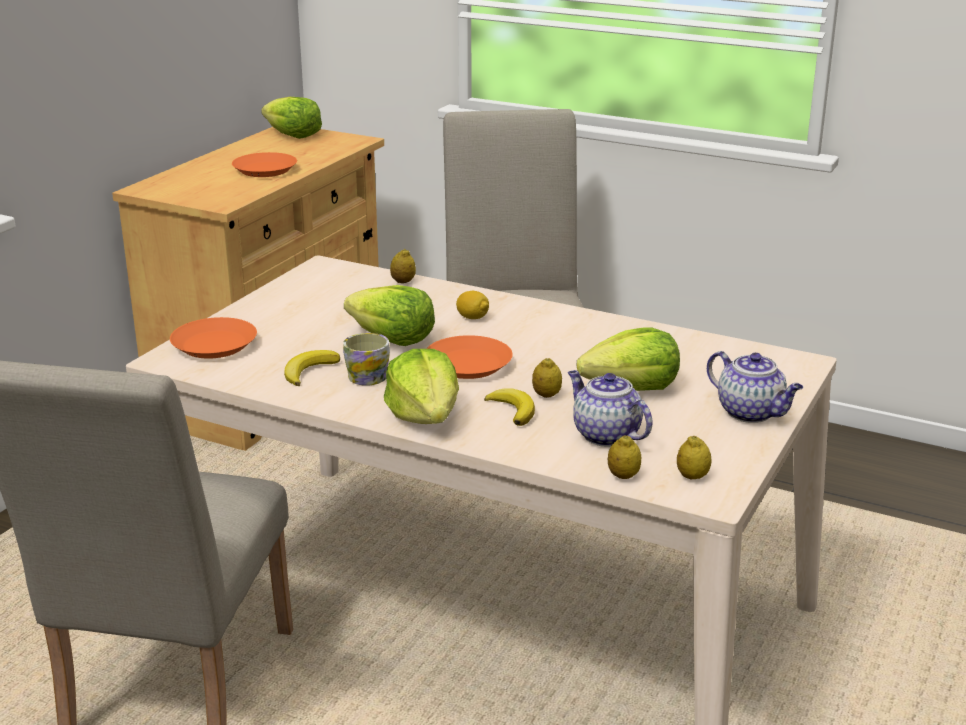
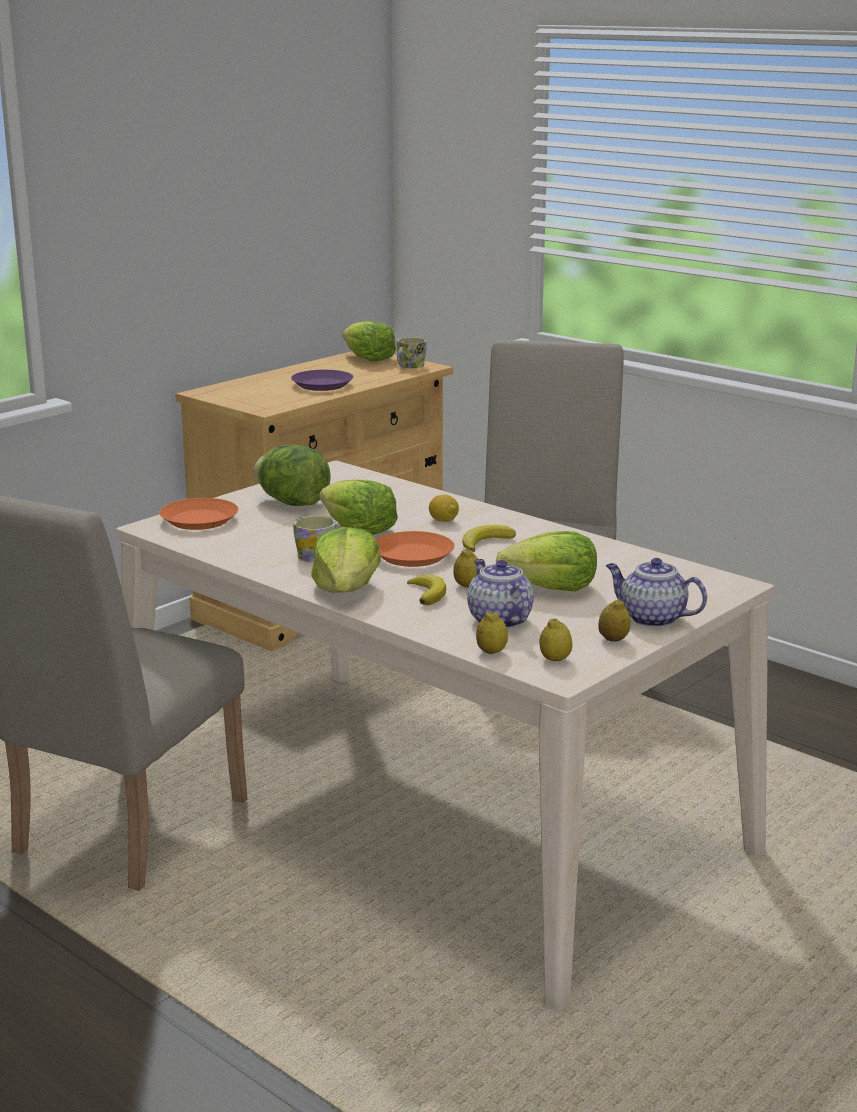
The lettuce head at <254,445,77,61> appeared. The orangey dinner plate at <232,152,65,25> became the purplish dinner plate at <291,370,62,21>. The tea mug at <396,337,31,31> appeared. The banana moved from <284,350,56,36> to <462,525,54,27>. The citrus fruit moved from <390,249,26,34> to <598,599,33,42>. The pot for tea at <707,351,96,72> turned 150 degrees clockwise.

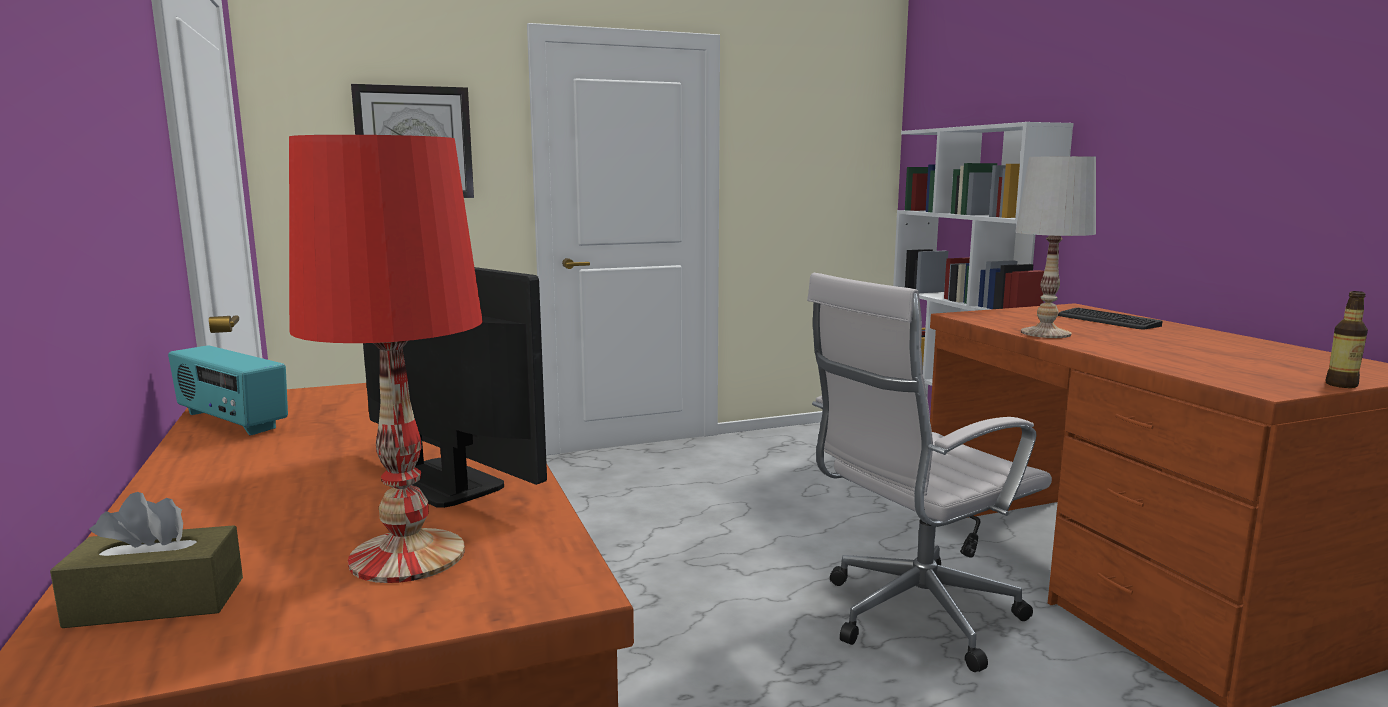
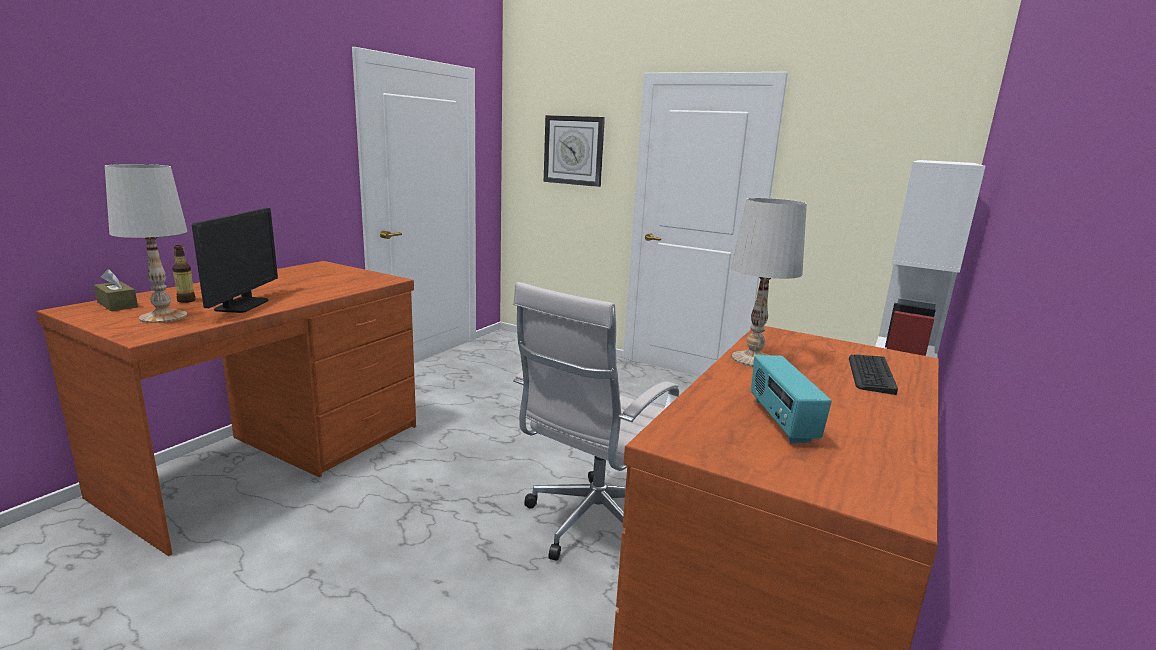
The red table lamp at <289,135,194,448> became the whitish table lamp at <105,164,82,159>. The drink bottle moved from <1325,291,43,97> to <172,245,24,58>. The whitish office chair at <807,273,245,399> turned 75 degrees counterclockwise. The radio moved from <168,345,120,91> to <751,355,81,89>.

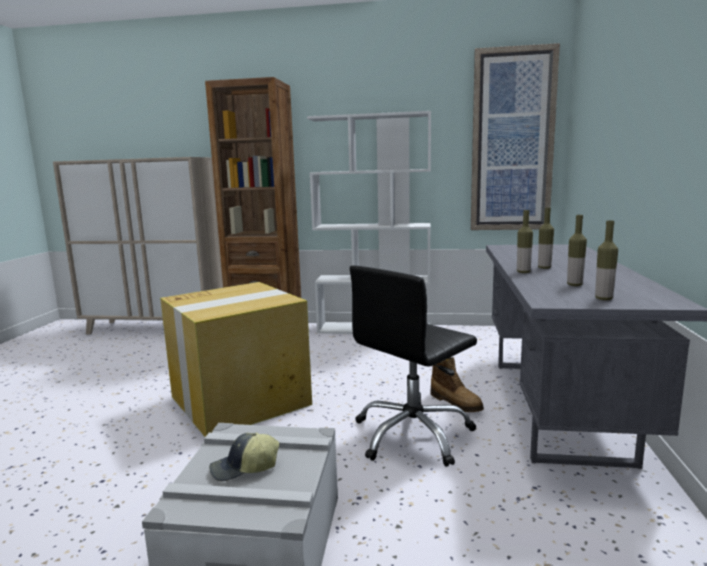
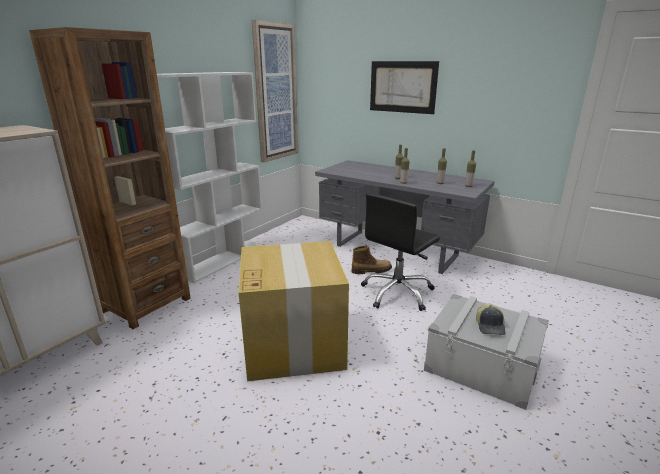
The black-coloured office chair at <350,265,127,202> turned 60 degrees clockwise. The wall art at <370,61,69,53> appeared.

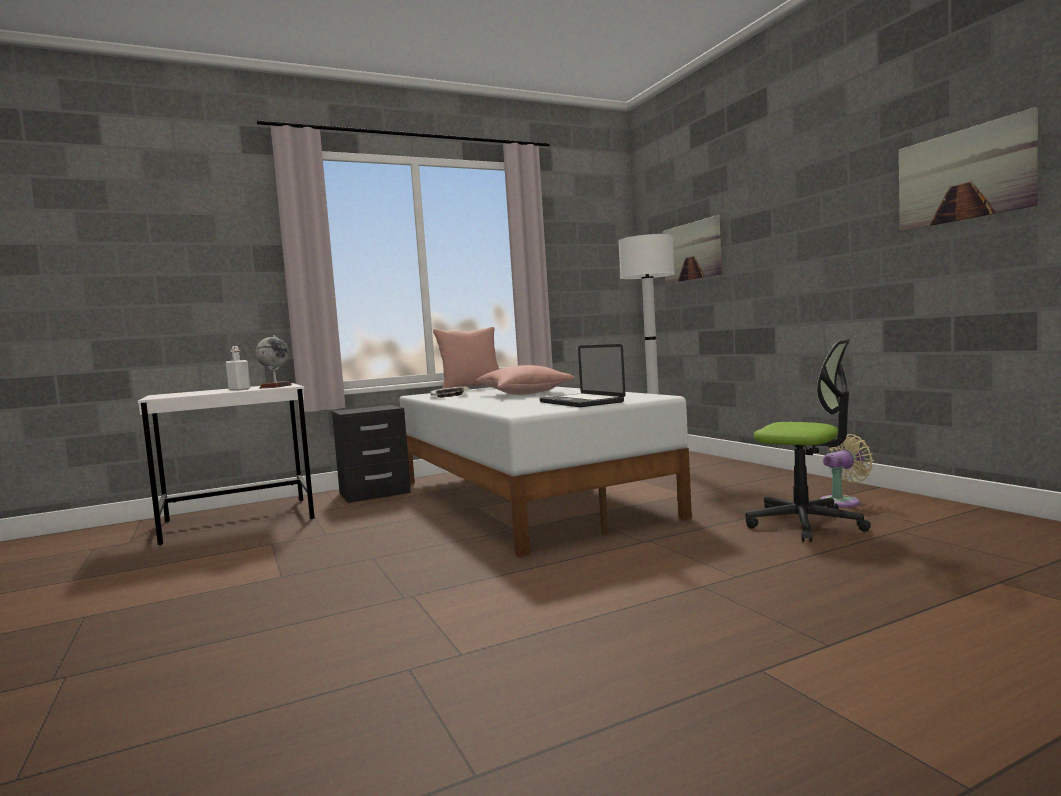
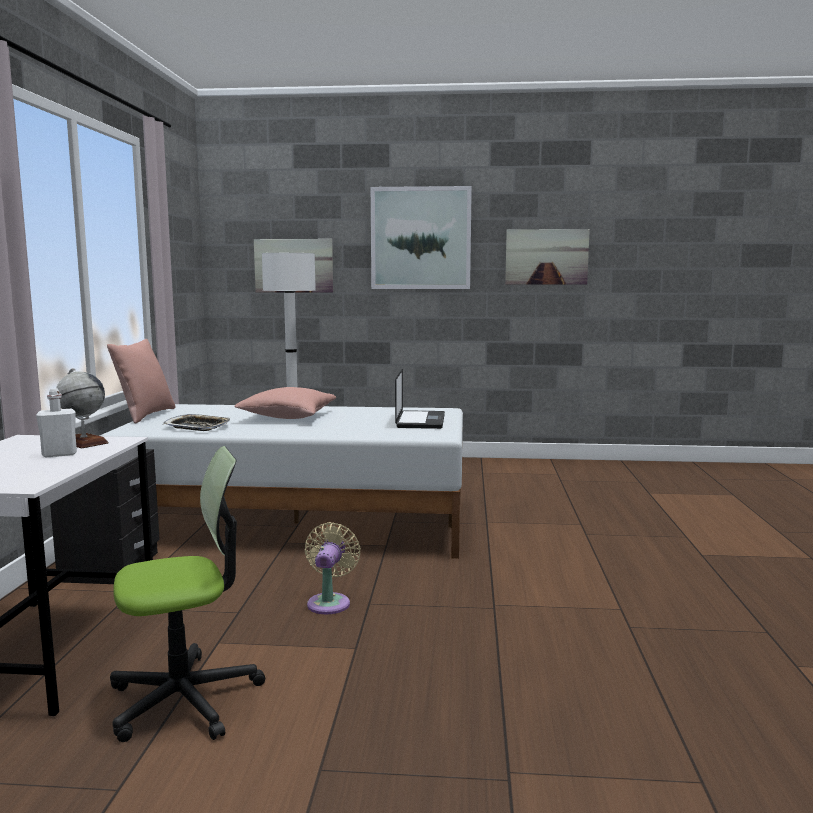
The office chair moved from <745,339,126,203> to <110,446,155,296>. The beige electric fan moved from <820,434,54,73> to <305,522,56,92>. The wall art at <371,186,101,103> appeared. The portable computer at <540,344,85,63> turned 90 degrees counterclockwise.

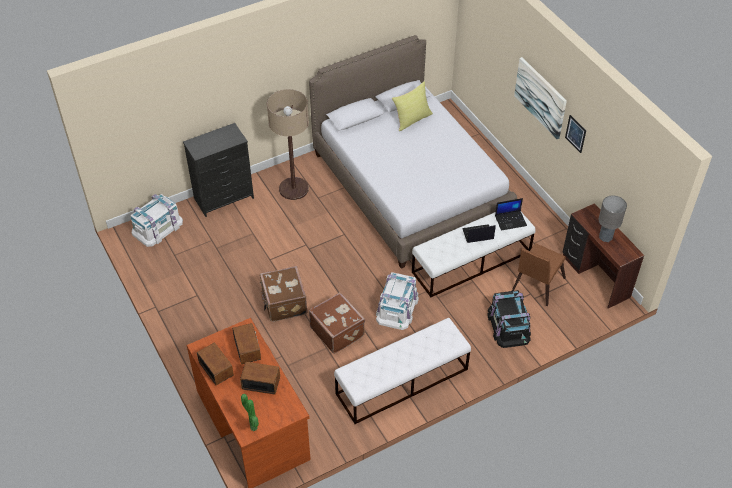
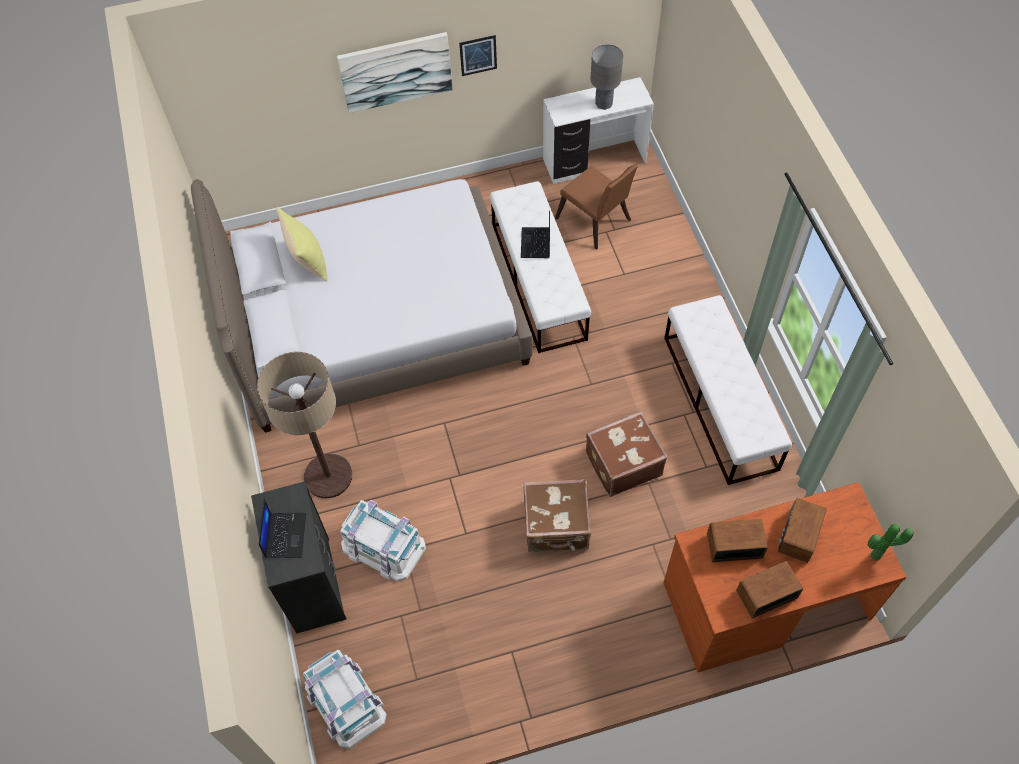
The portable computer moved from <495,198,32,33> to <259,499,47,59>. The whitish storage bin moved from <376,272,43,58> to <340,500,86,82>. The brown-coloured desk table at <563,203,81,106> became the whitish desk table at <543,77,111,107>. The black-coloured storage bin at <487,290,44,58> disappeared.

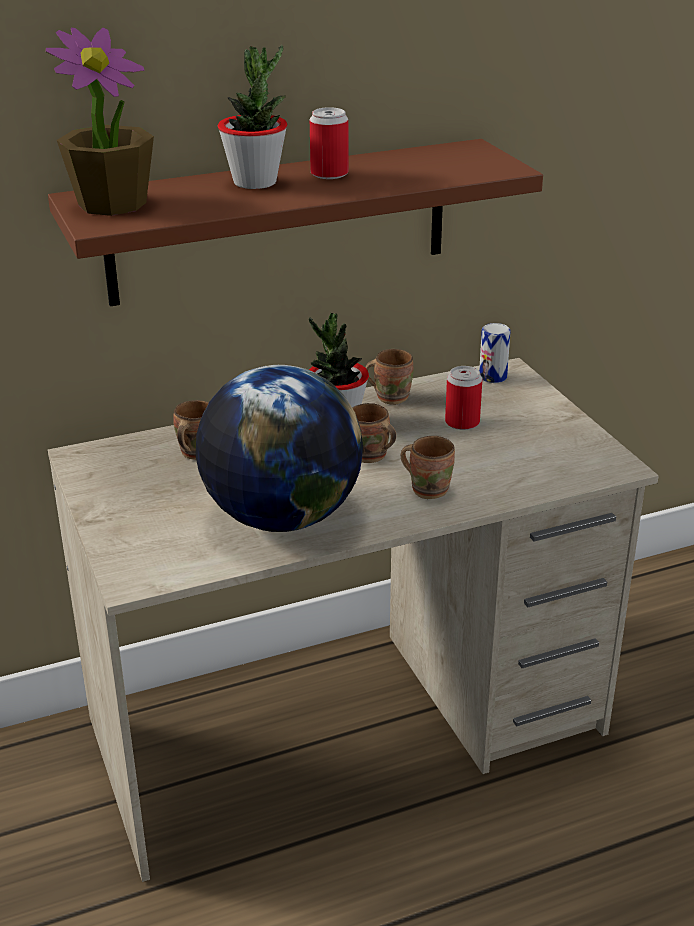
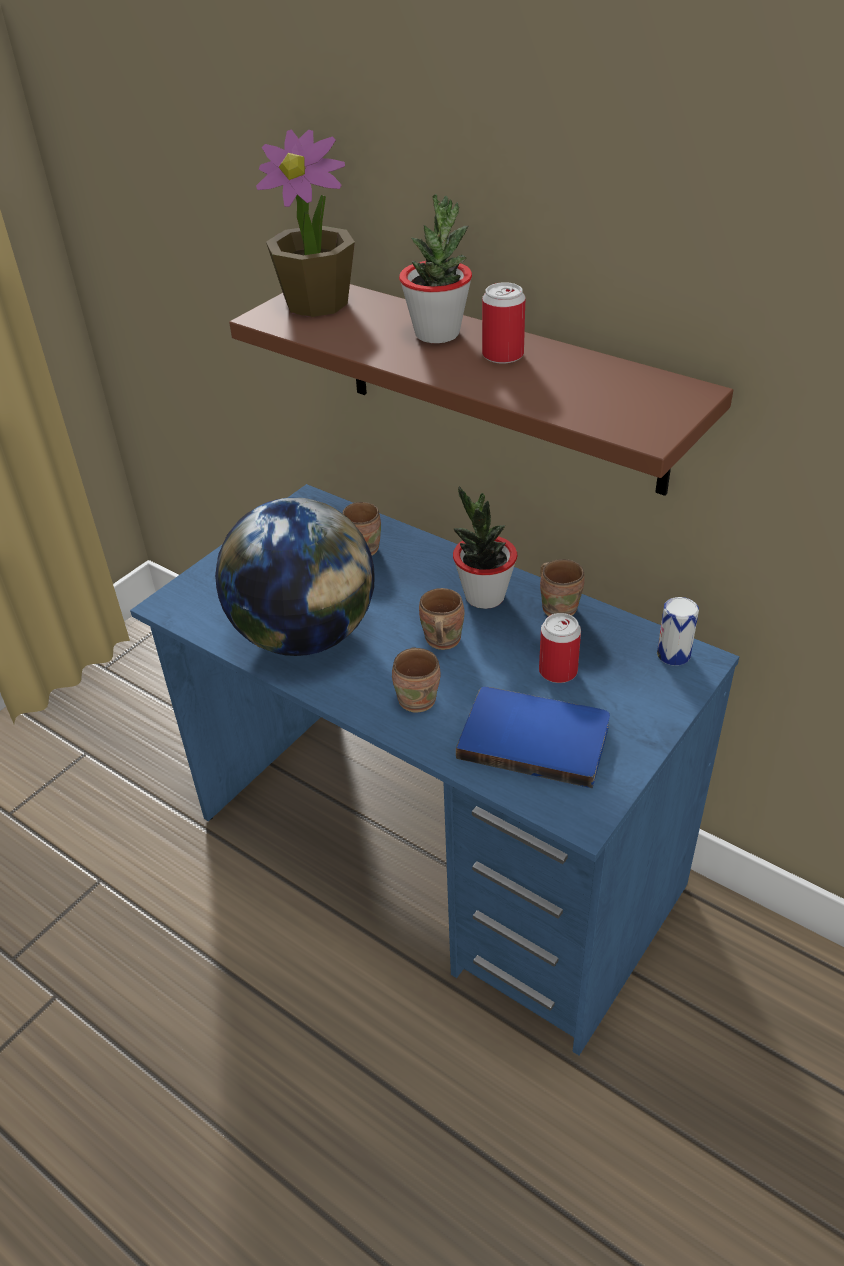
The beige desk table at <47,358,612,524> became the blue desk table at <130,484,609,571>. The blue bound book at <456,687,154,101> appeared.

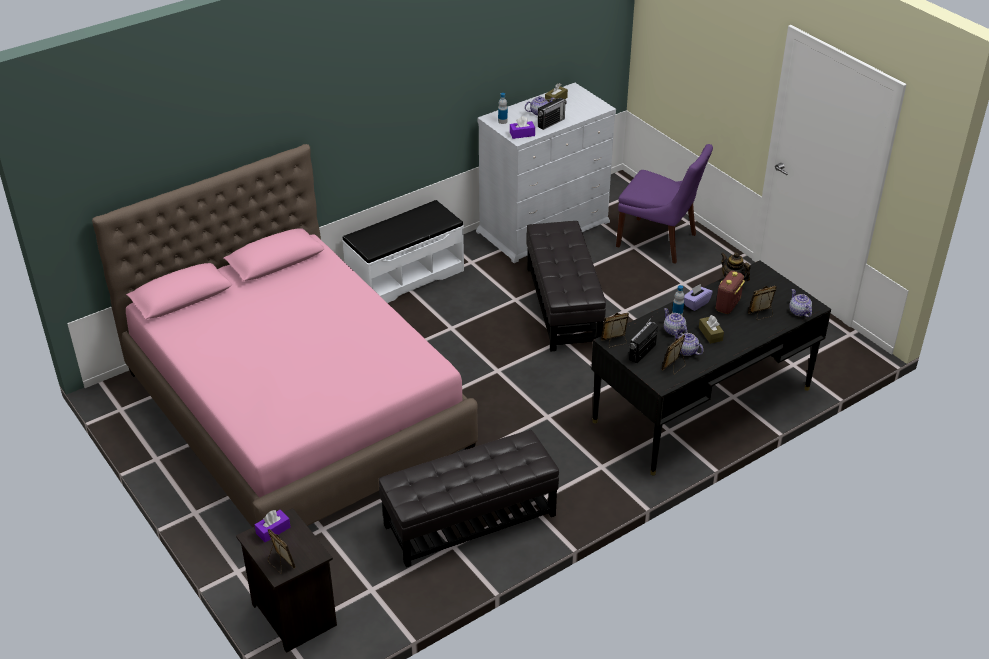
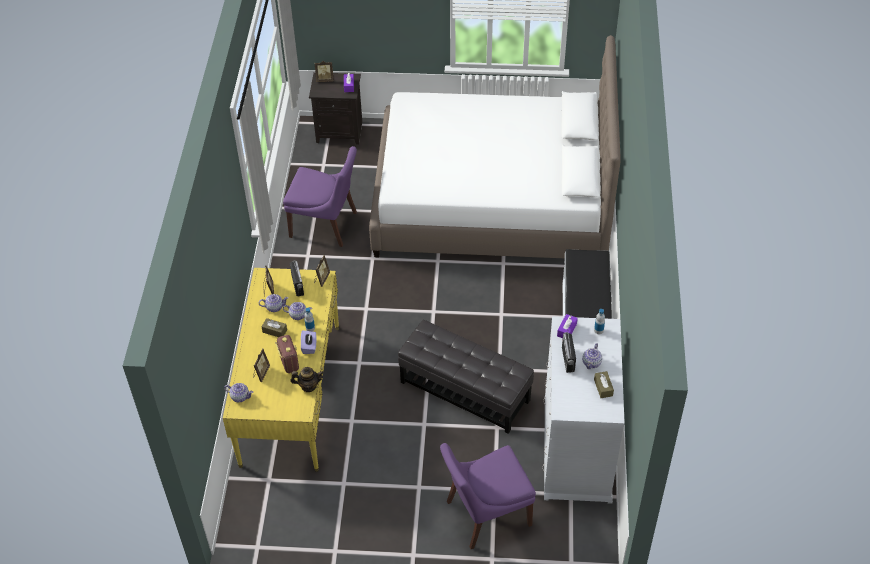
The black-coloured desk table at <591,260,240,215> became the yellowish desk table at <223,268,116,204>. The black-coloured footrest at <379,430,180,137> was replaced by the purplish chair at <283,146,74,101>. The pink-coloured bedroom bed at <92,144,386,383> became the whitish bedroom bed at <369,35,252,223>.

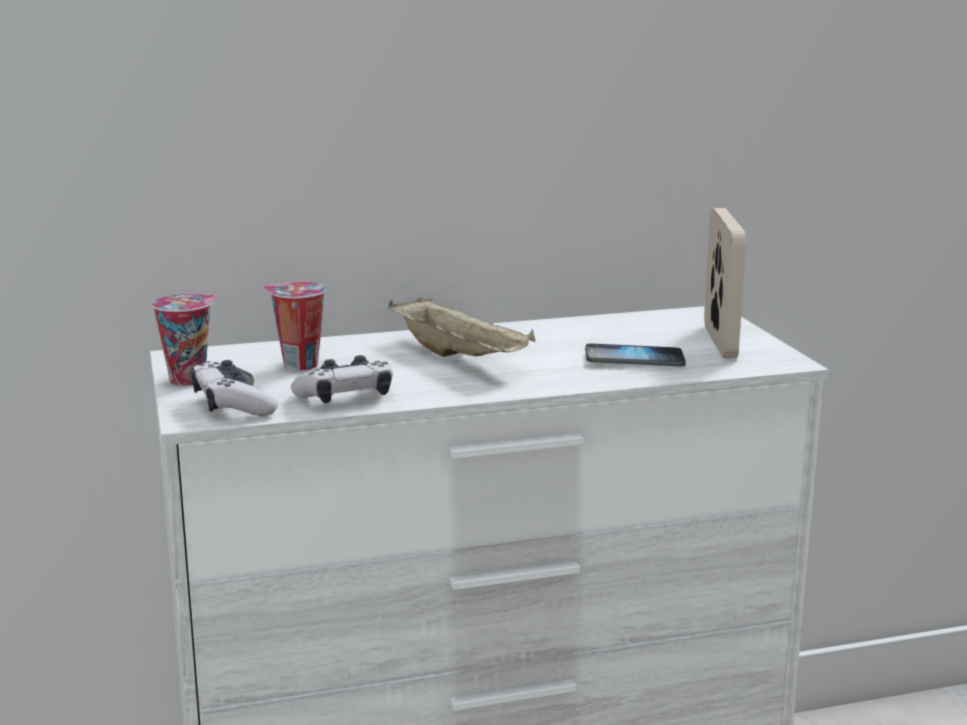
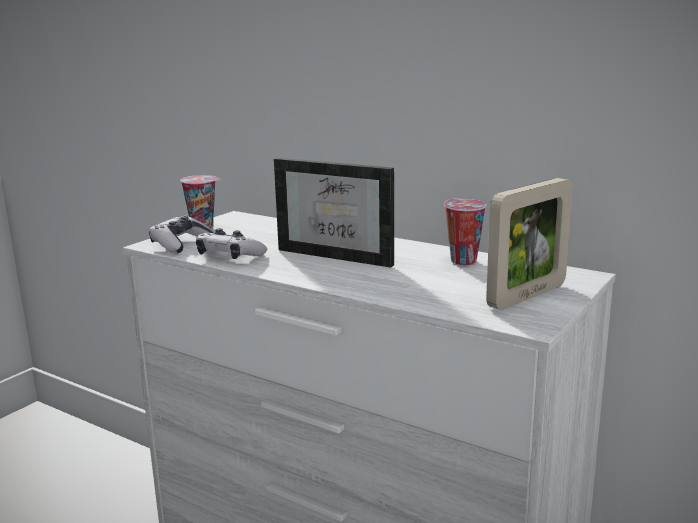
The beige serving tray at <388,297,147,60> was replaced by the standing frame at <274,158,120,110>. The cup moved from <262,282,64,88> to <444,199,43,66>. The phone at <585,343,101,23> disappeared.

